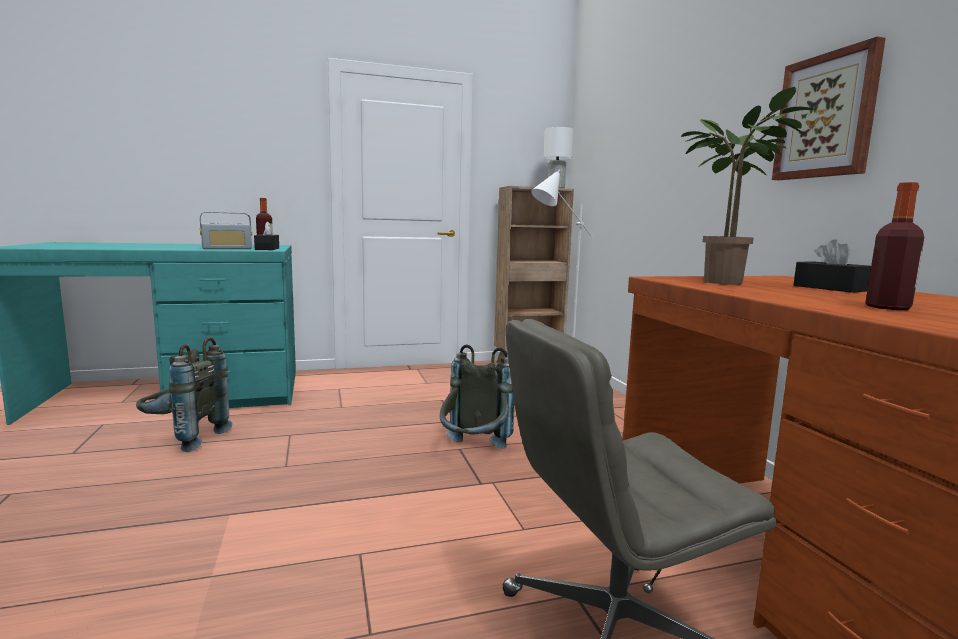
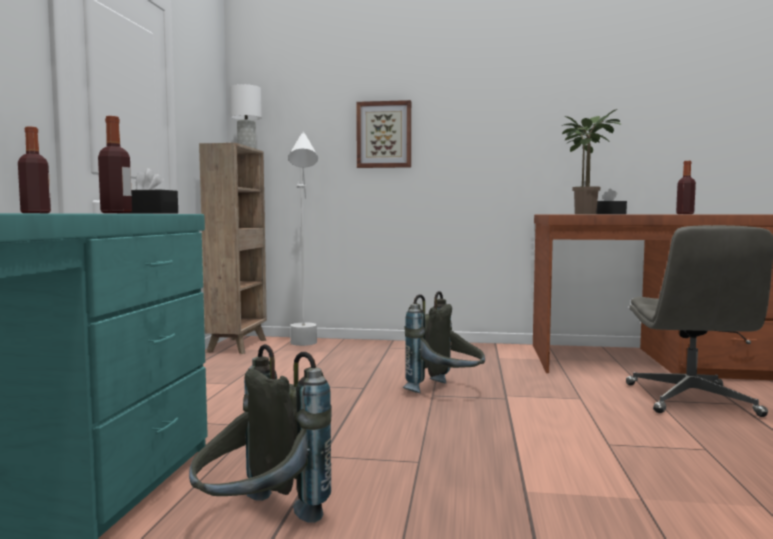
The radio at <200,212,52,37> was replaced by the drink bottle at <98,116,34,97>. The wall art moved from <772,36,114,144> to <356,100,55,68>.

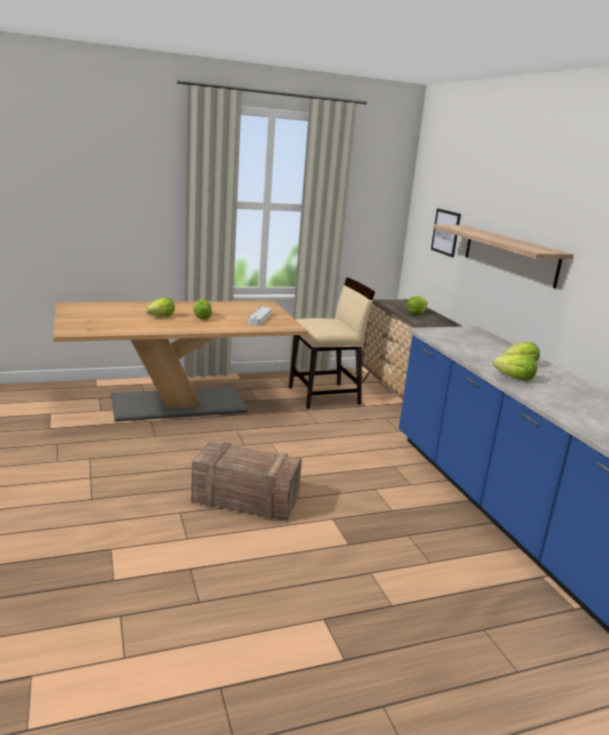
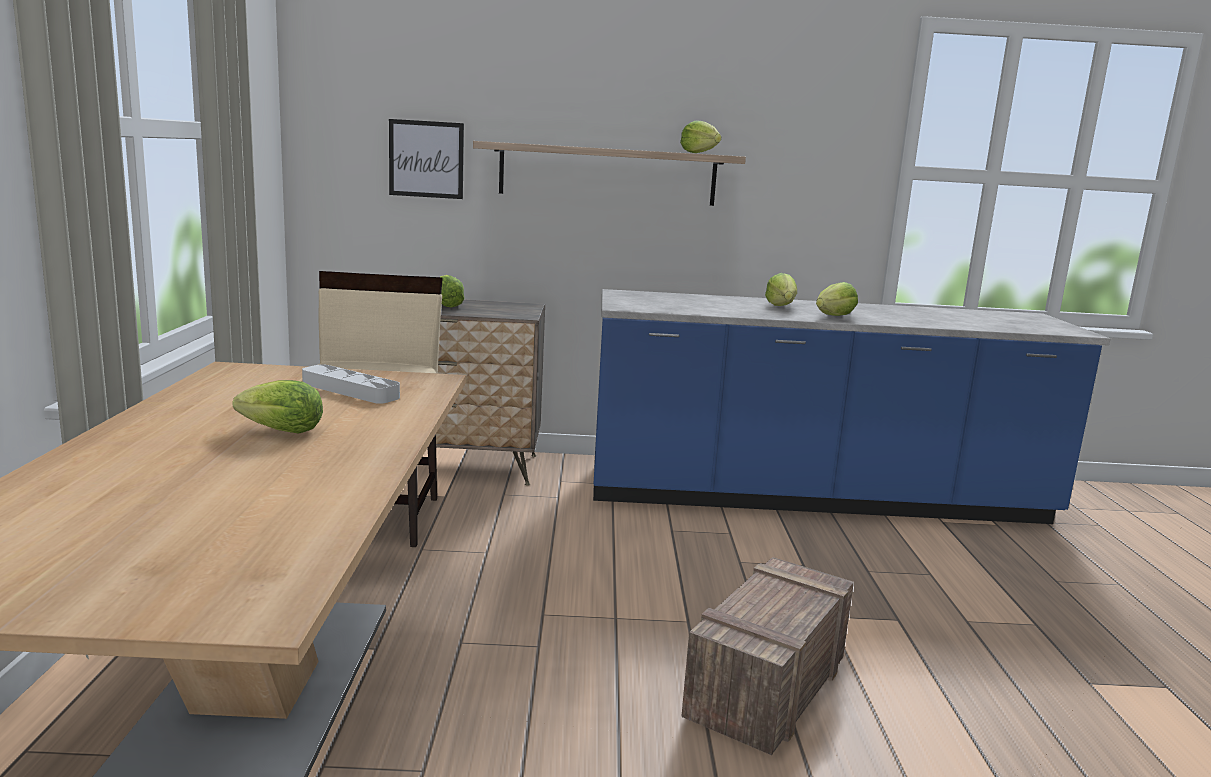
The lettuce head moved from <145,297,30,20> to <680,120,41,33>.

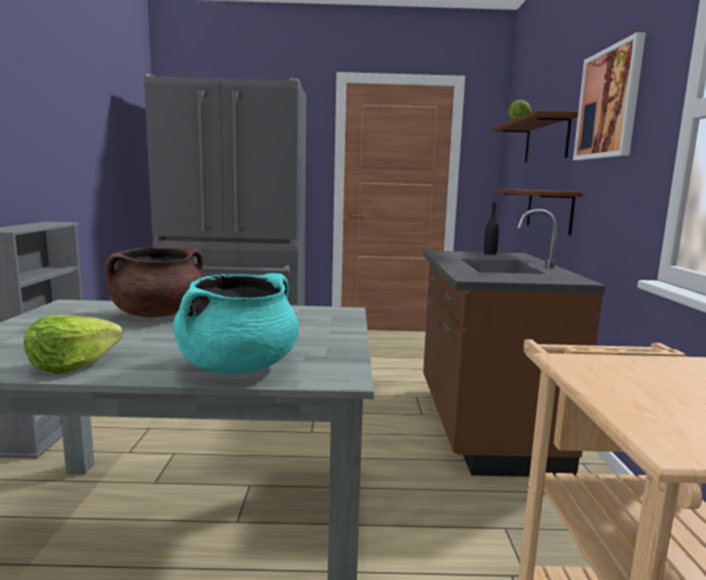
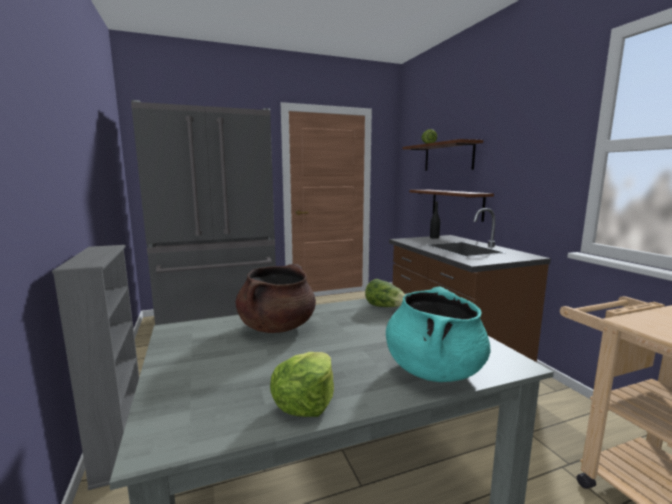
The lettuce head at <365,279,40,28> appeared. The wall art at <573,32,73,128> disappeared.

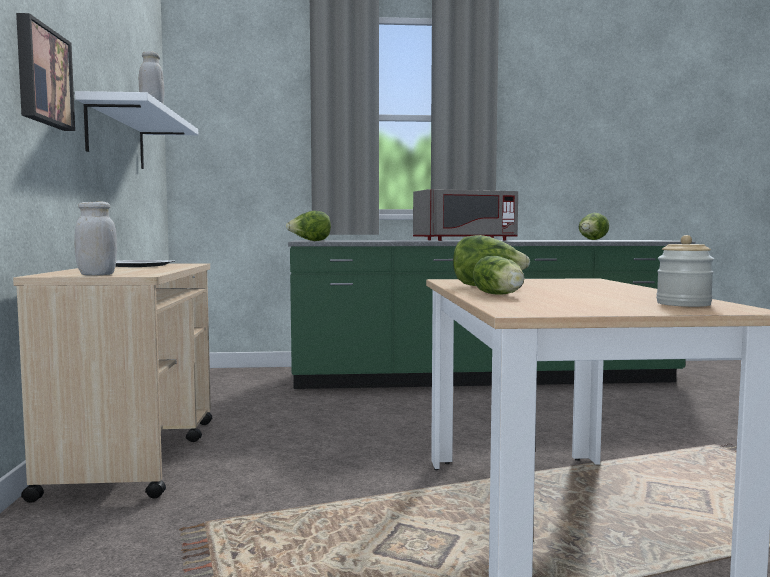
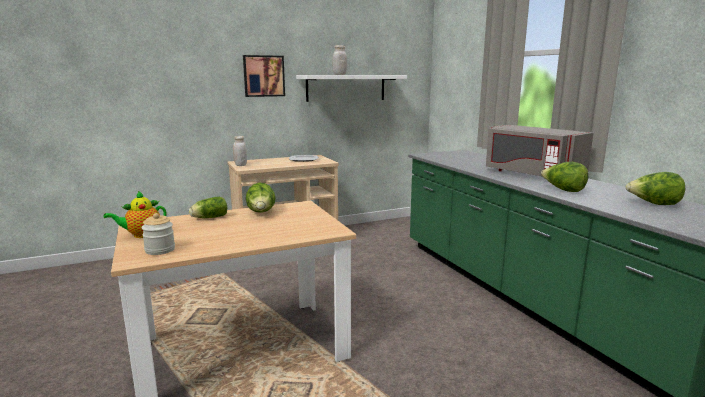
The pot for tea at <103,191,63,47> appeared. The lettuce head moved from <286,211,45,30> to <541,162,47,30>.

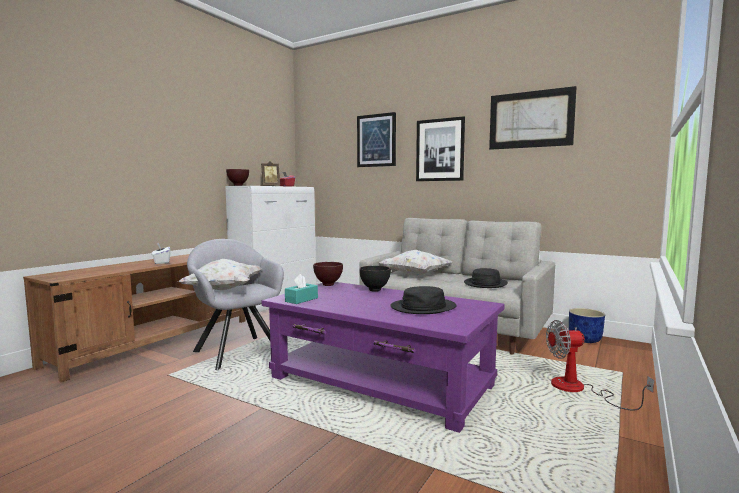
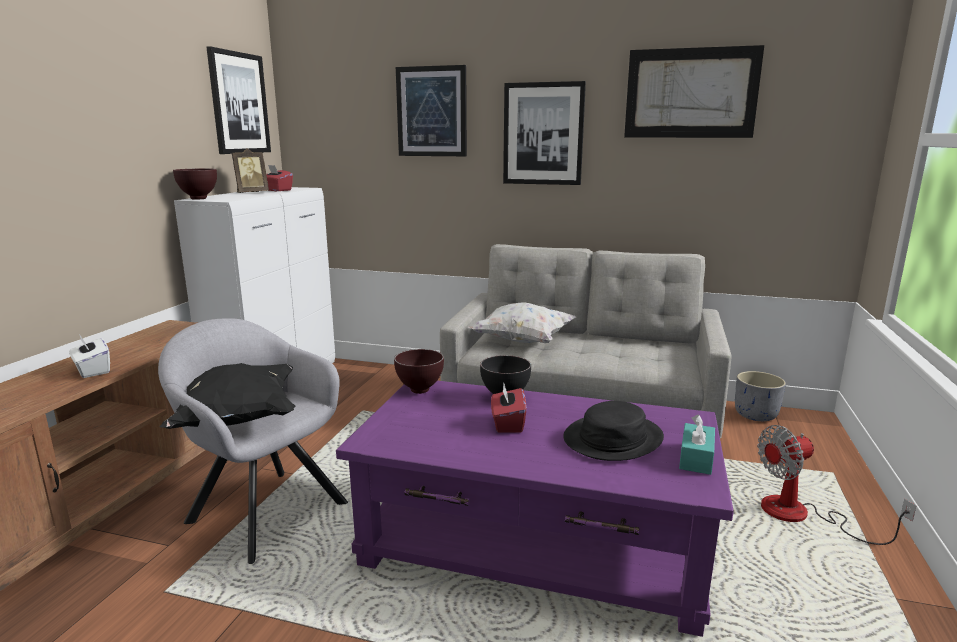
The whitish throw pillow at <178,259,84,31> became the black-coloured throw pillow at <160,363,135,66>. The wall art at <206,46,65,108> appeared. The red box of tissues at <491,382,35,50> appeared. The turquoise box of tissues moved from <285,274,33,30> to <679,414,36,61>. The blue planter at <569,308,36,35> became the grey planter at <735,371,51,50>. The black-coloured clothing hat at <464,268,44,20> disappeared.

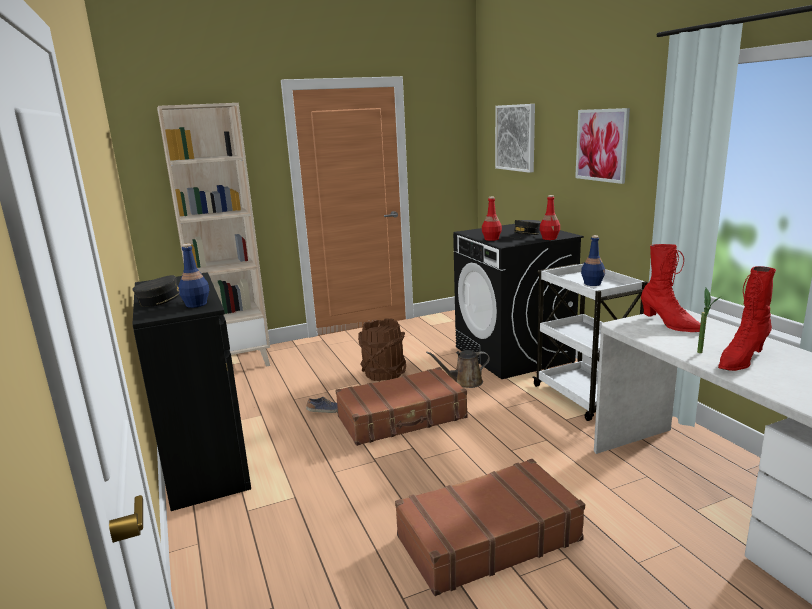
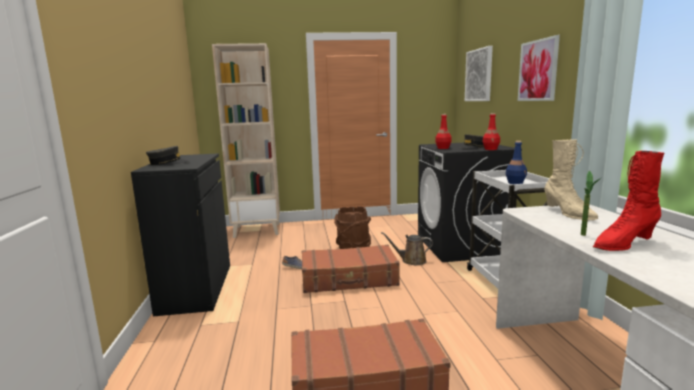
The red boot at <641,244,60,88> became the beige boot at <545,140,53,80>. The blue drink bottle at <178,243,31,65> disappeared.

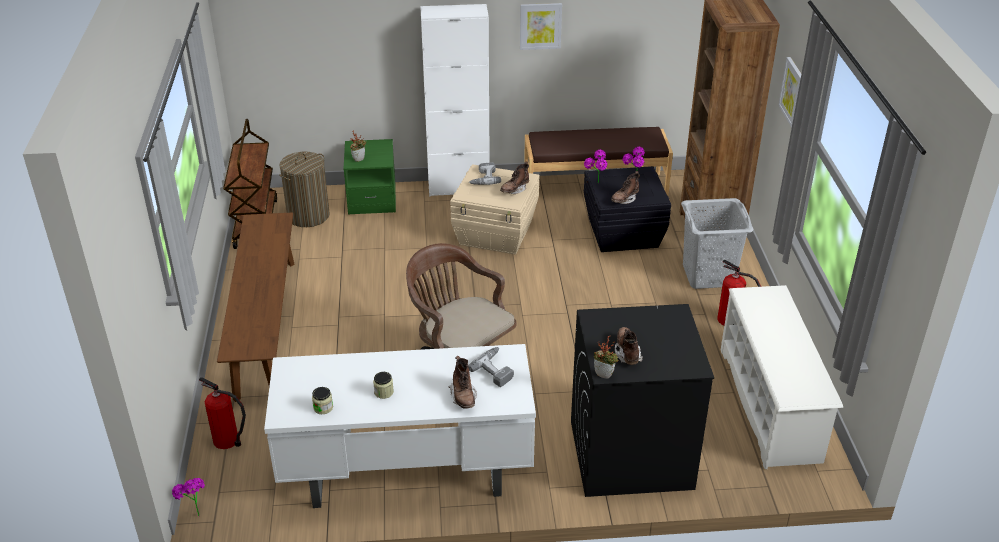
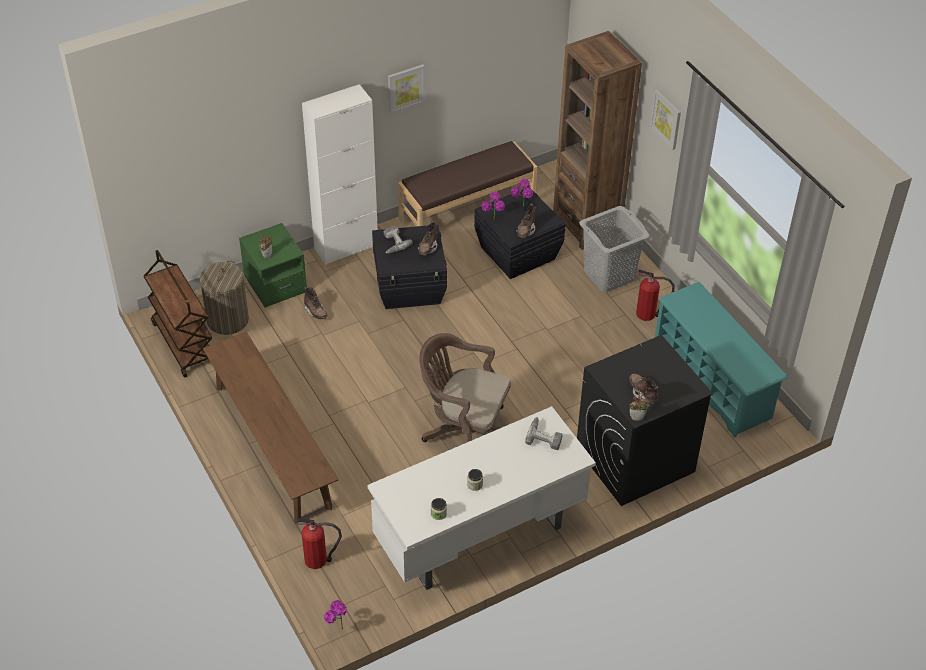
The brown-coloured boot moved from <449,356,28,53> to <304,287,24,32>. The beige storage bin at <450,164,89,91> became the black-coloured storage bin at <372,225,75,84>. The whitish shoe shelf at <721,285,122,184> became the turquoise shoe shelf at <655,282,133,156>.

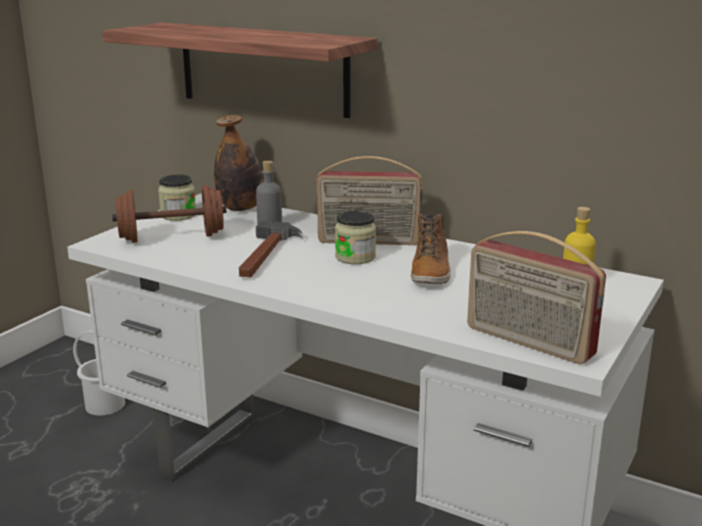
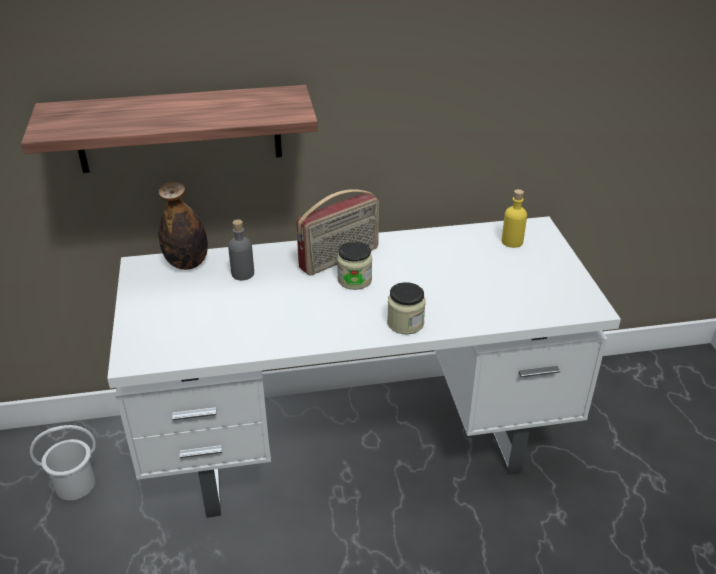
The storage jar moved from <158,175,38,46> to <387,282,39,52>. The brown-coloured hand weight at <112,185,114,58> disappeared. The tool hammer at <239,221,63,57> disappeared. The boot at <411,213,40,71> disappeared. The radio at <467,231,139,133> disappeared.

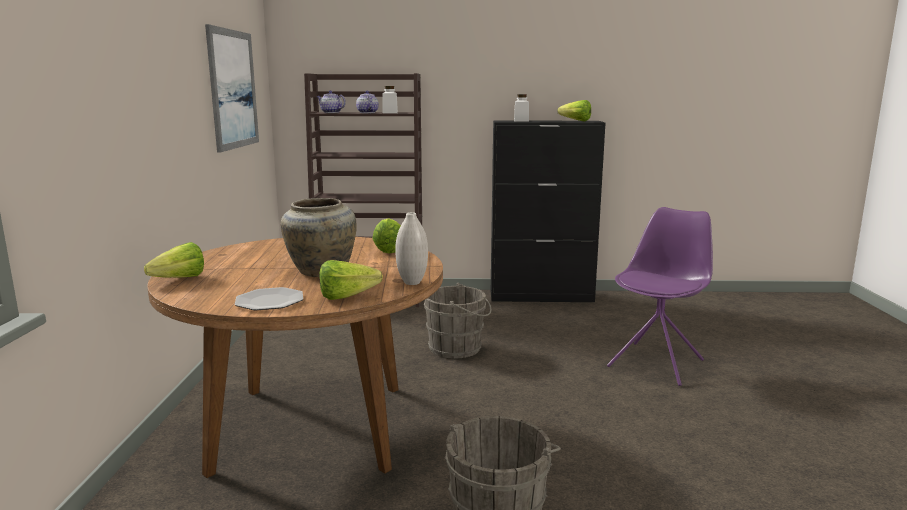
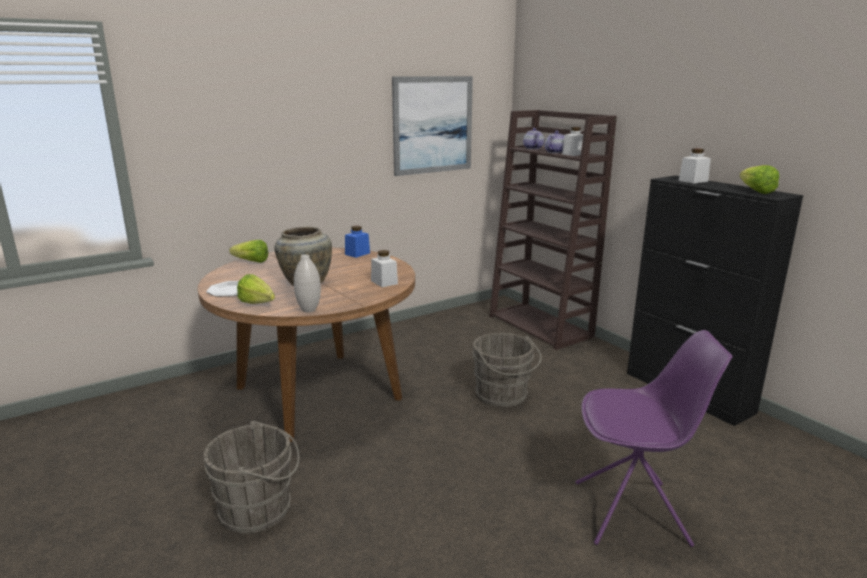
The blue storage jar at <345,226,25,32> appeared. The lettuce head at <372,218,29,35> was replaced by the whitish storage jar at <371,250,27,37>.

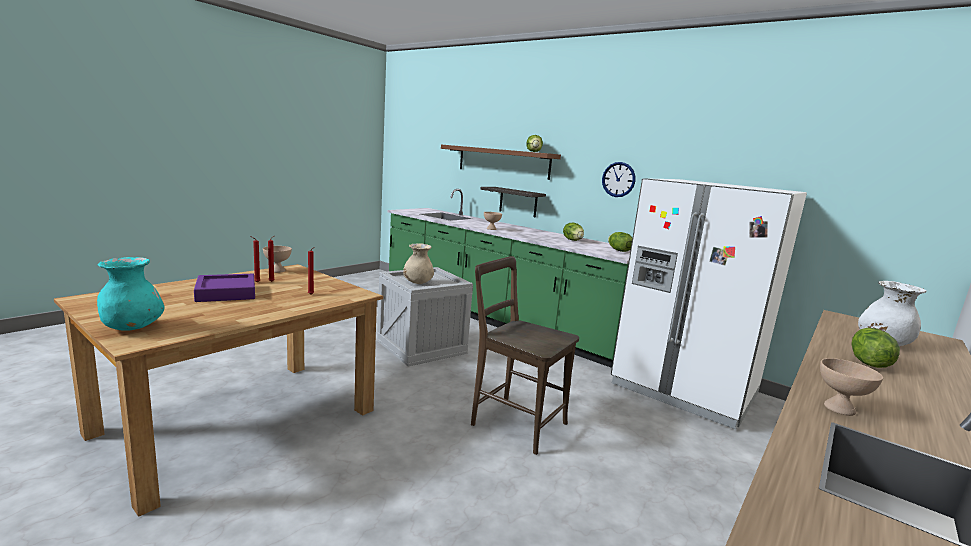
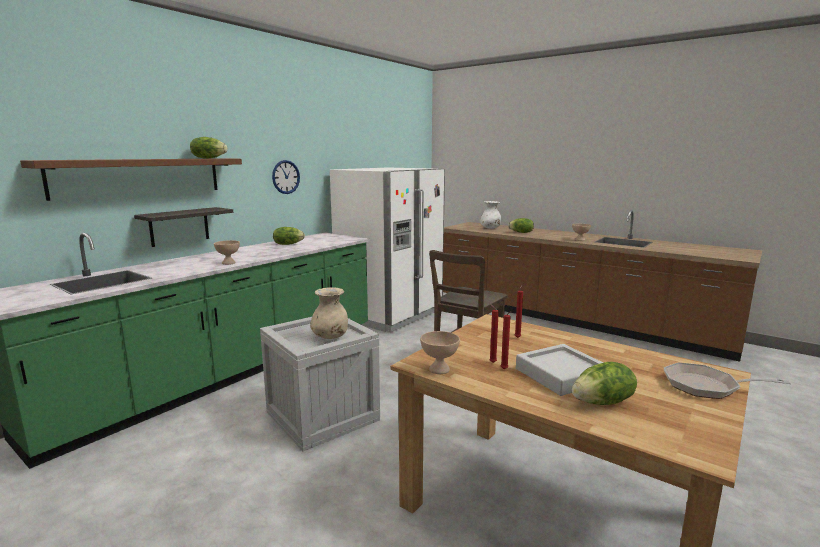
The purplish serving tray at <194,274,61,28> became the grey serving tray at <516,344,87,52>. The lettuce head moved from <608,232,24,20> to <572,362,65,43>. The turquoise vase at <97,257,68,74> was replaced by the skillet at <664,362,127,37>.

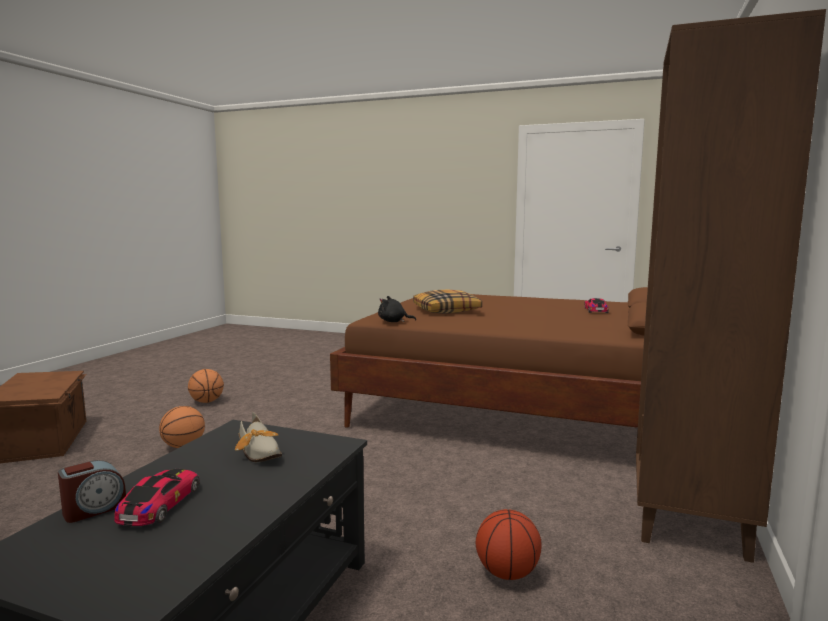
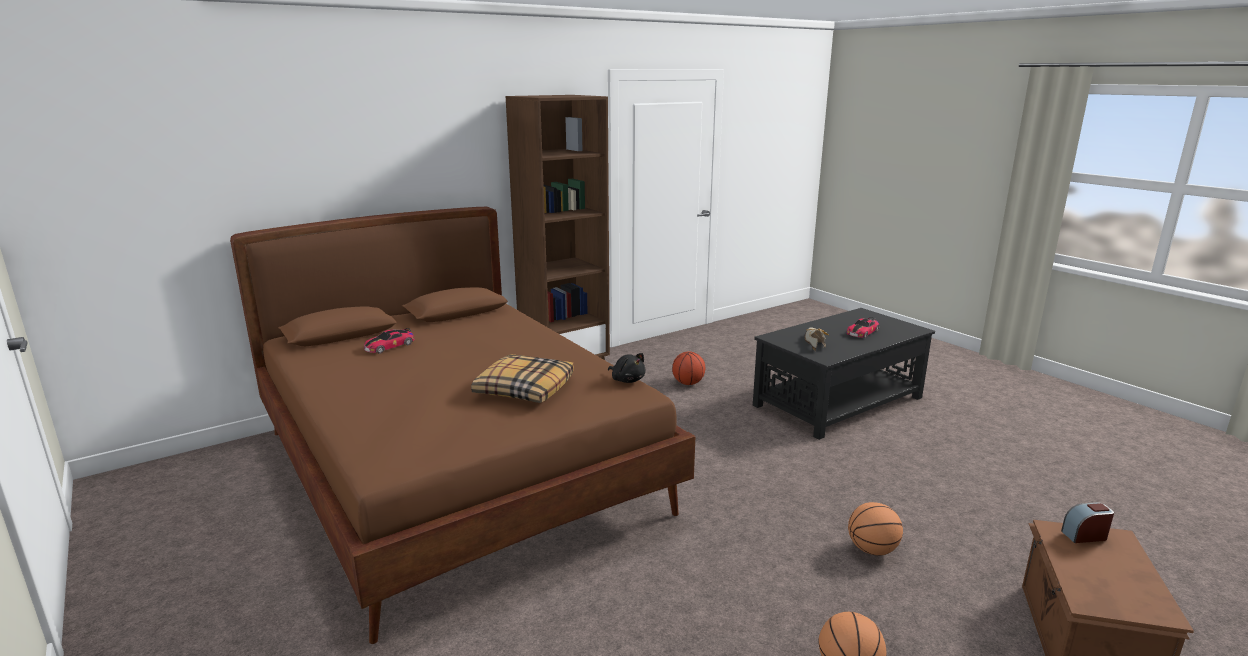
The alarm clock moved from <58,460,68,63> to <1061,502,53,41>.

